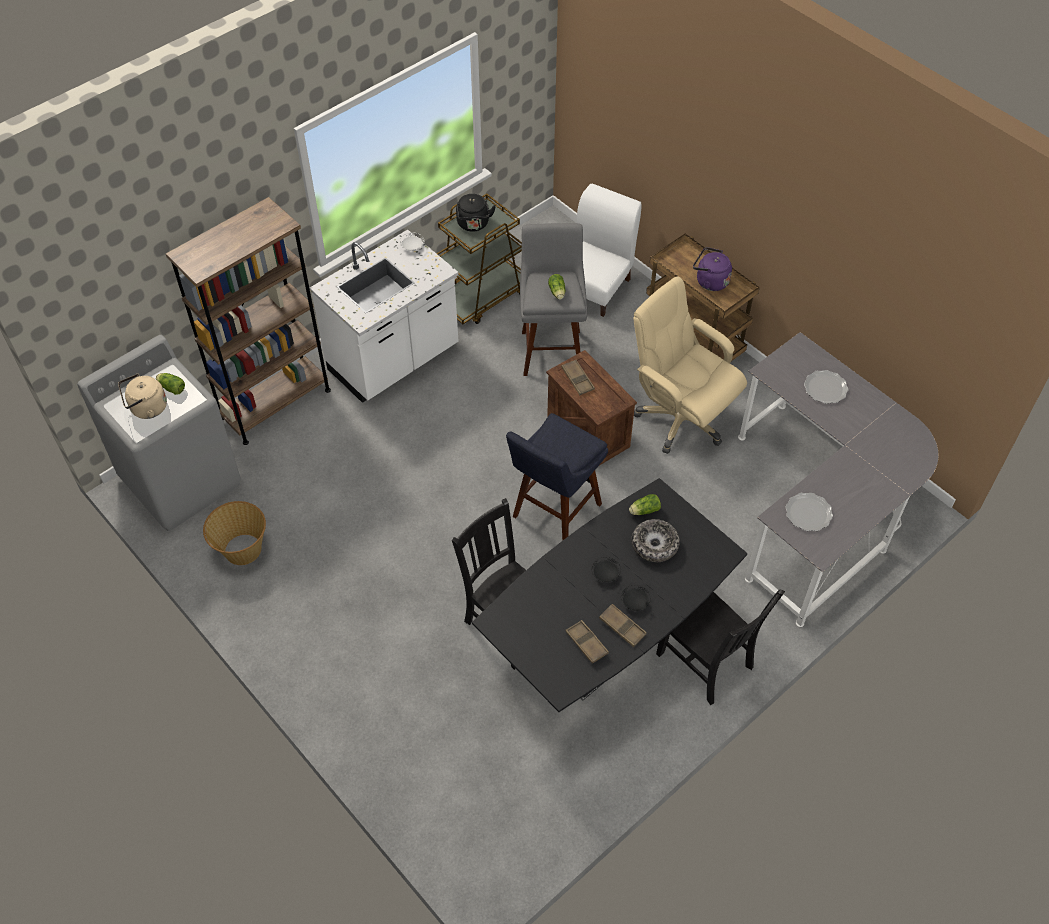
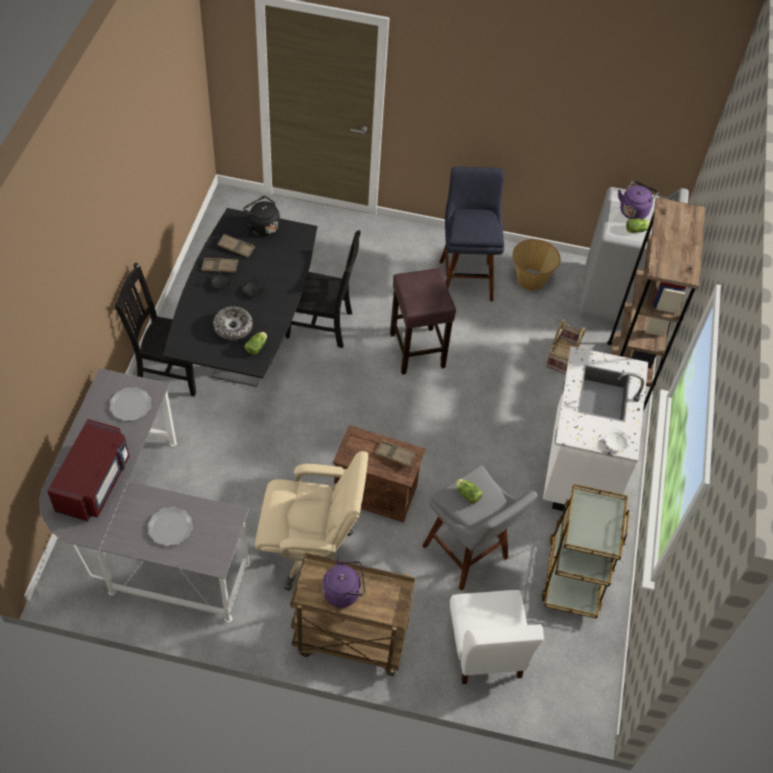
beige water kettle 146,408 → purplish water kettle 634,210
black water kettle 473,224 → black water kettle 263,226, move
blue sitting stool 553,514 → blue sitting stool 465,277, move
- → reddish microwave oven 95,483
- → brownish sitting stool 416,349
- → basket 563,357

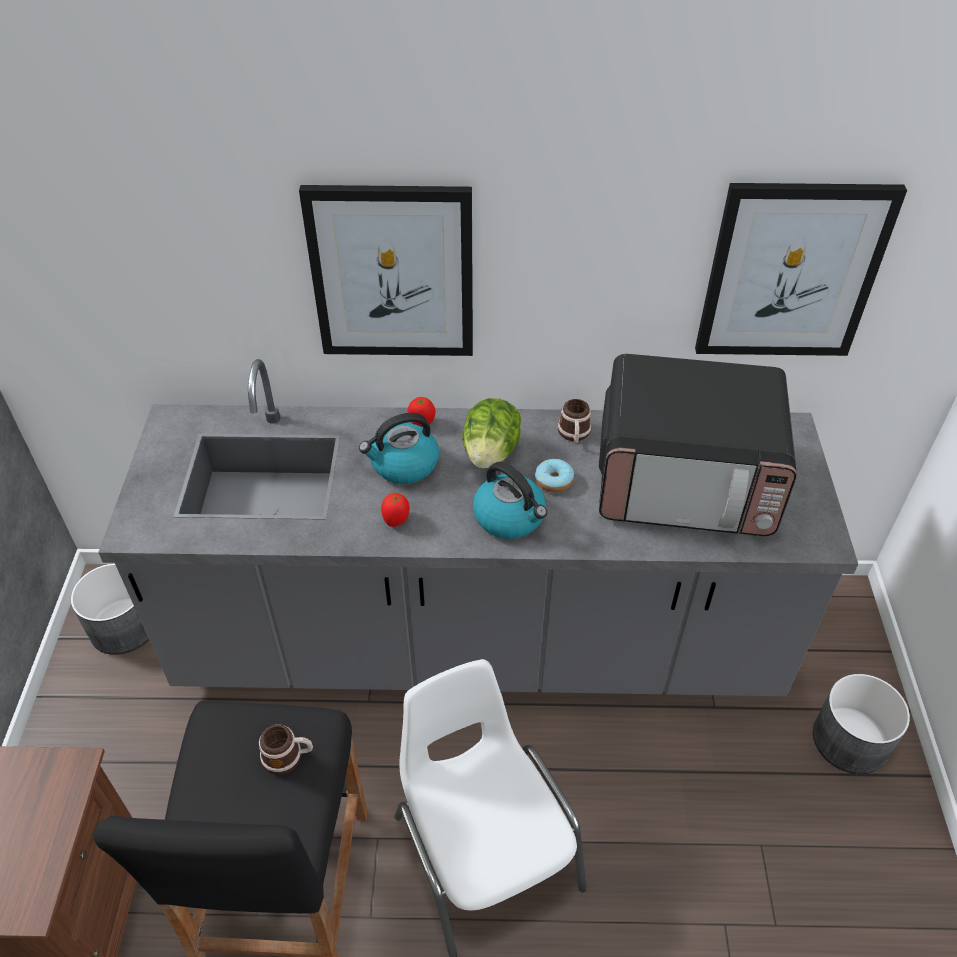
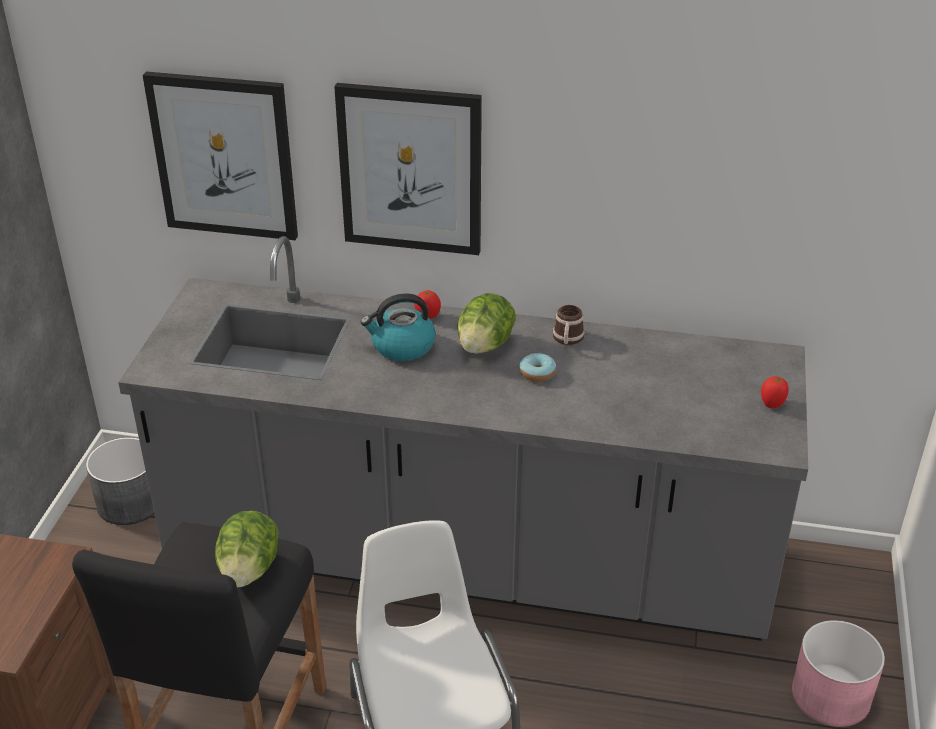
mug 288,756 → lettuce head 249,569
fresh tomato 396,520 → fresh tomato 772,404, move
water kettle 510,517 → -
microwave oven 686,480 → -
wall picture 791,272 → wall picture 224,156, move
greyish planter 849,739 → pinkish planter 830,695

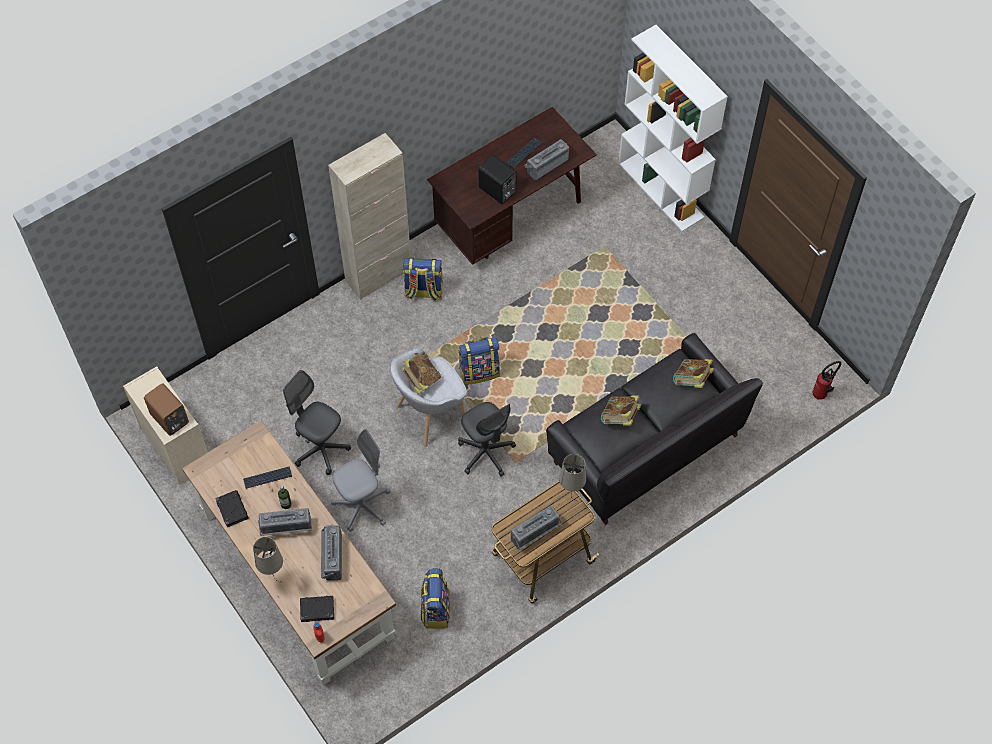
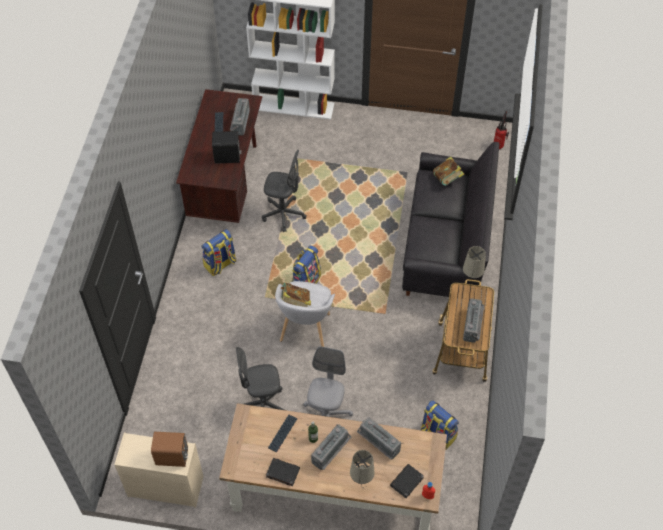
beige cupboard 378,275 → -
greyish computer chair 486,453 → greyish computer chair 283,214, move
volume 619,418 → -

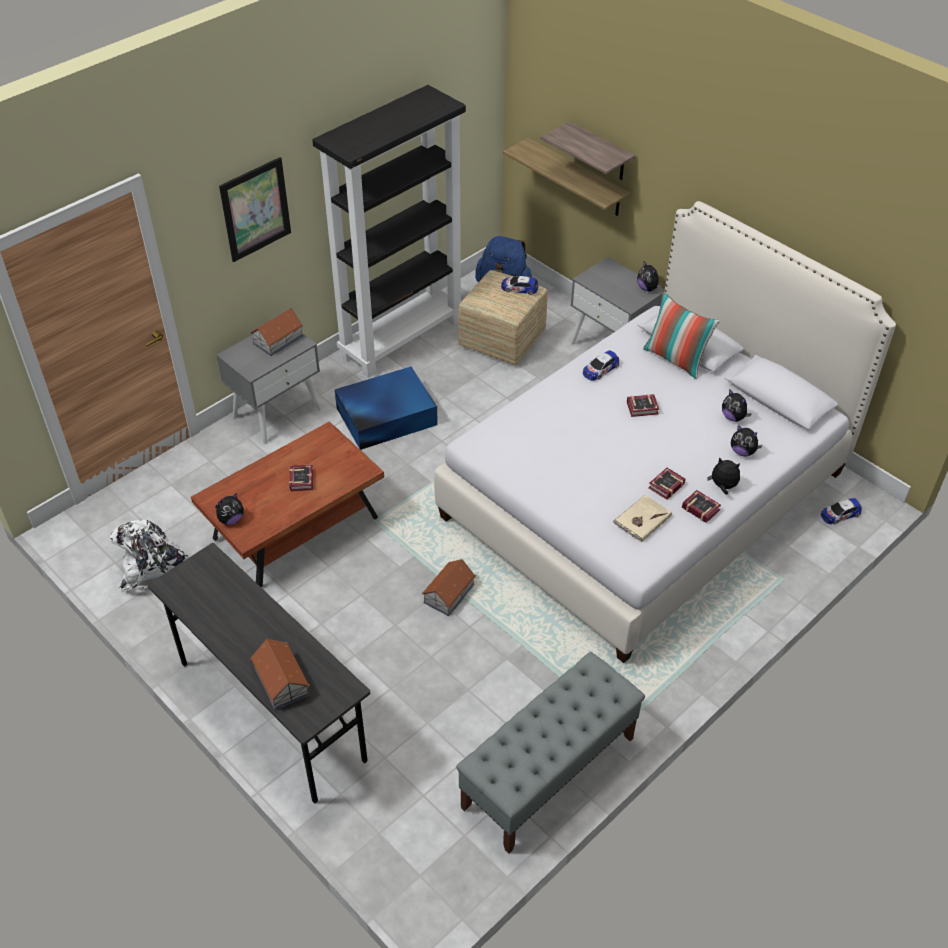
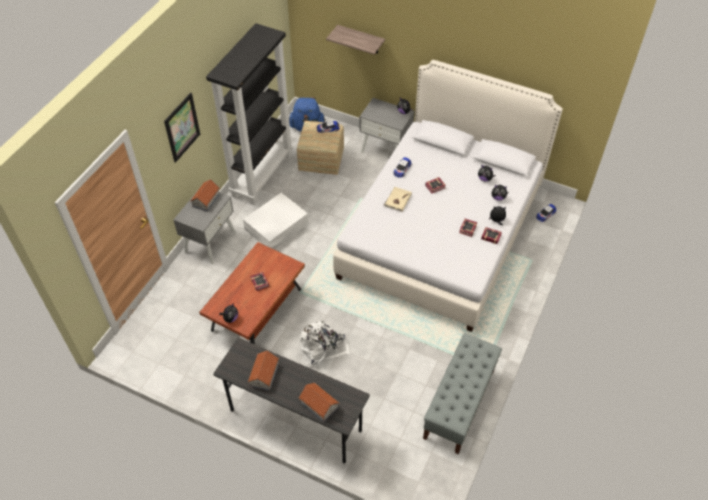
white-coloured rucksack 157,571 → white-coloured rucksack 322,348, move
blue storage box 385,416 → white-coloured storage box 275,226
model house 448,594 → model house 264,375, move
wall shelf 576,178 → -
beige volume 641,520 → beige volume 397,200, move
throw pillow 676,359 → -

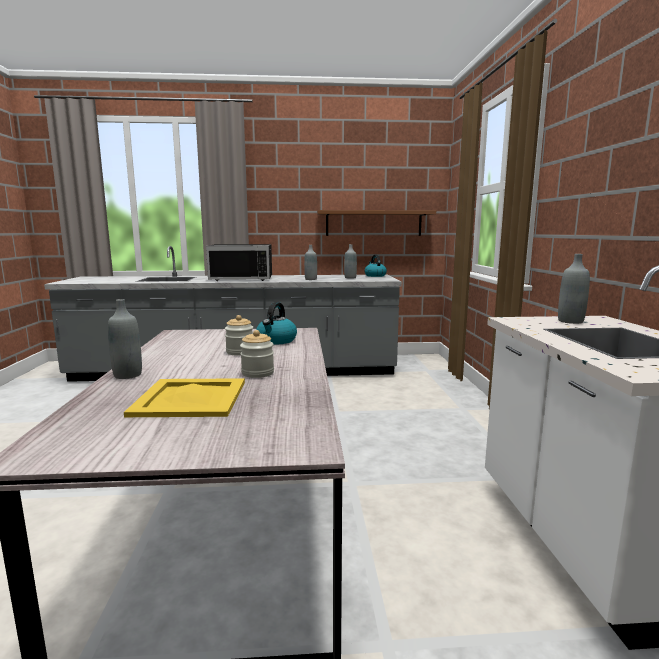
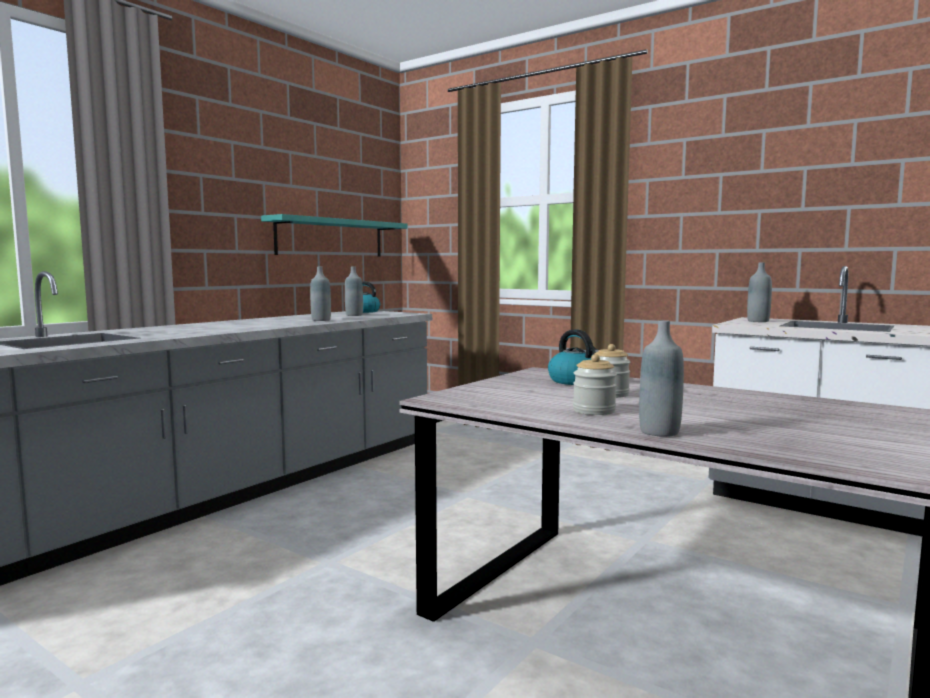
yellowish tray 191,398 → -
black microwave oven 243,278 → -
storage jar 257,373 → storage jar 594,411, move
brownish wall shelf 373,223 → blue-green wall shelf 331,238

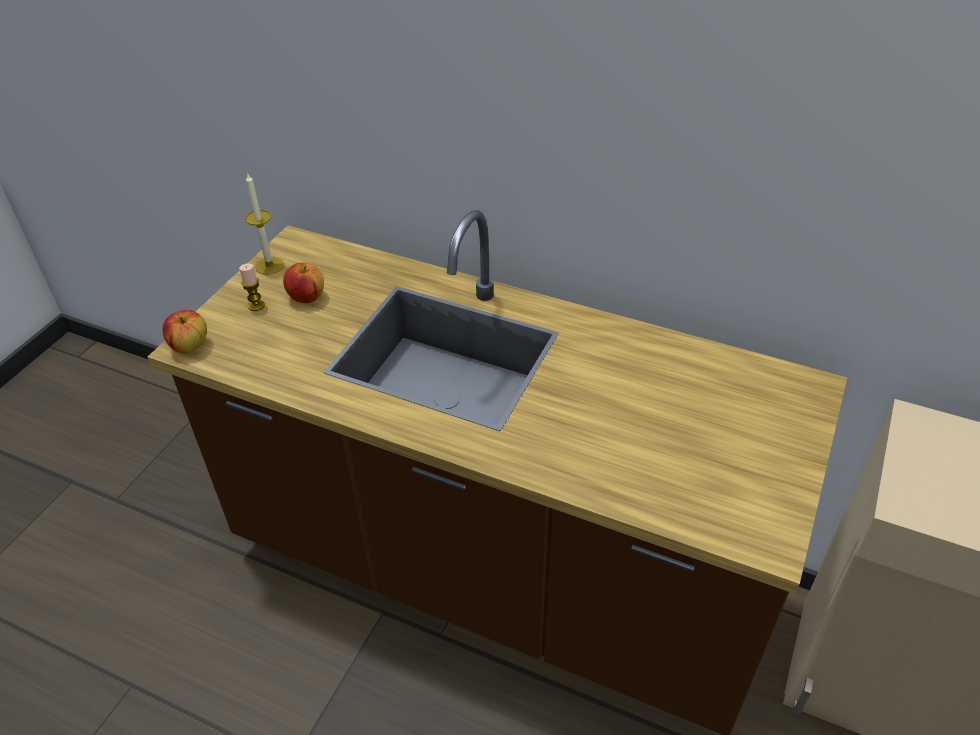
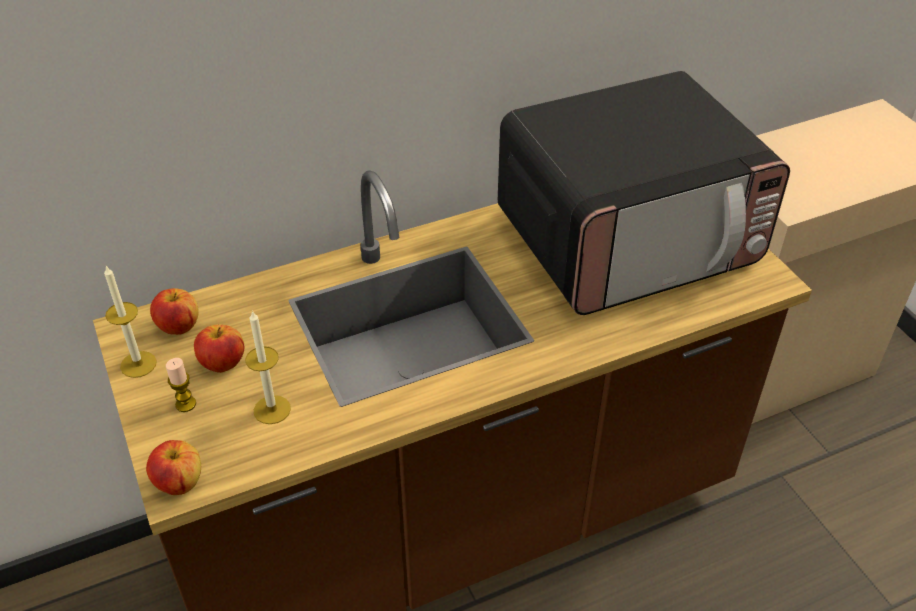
- → apple fruit 178,326
- → wax candle 272,409
- → microwave oven 628,240

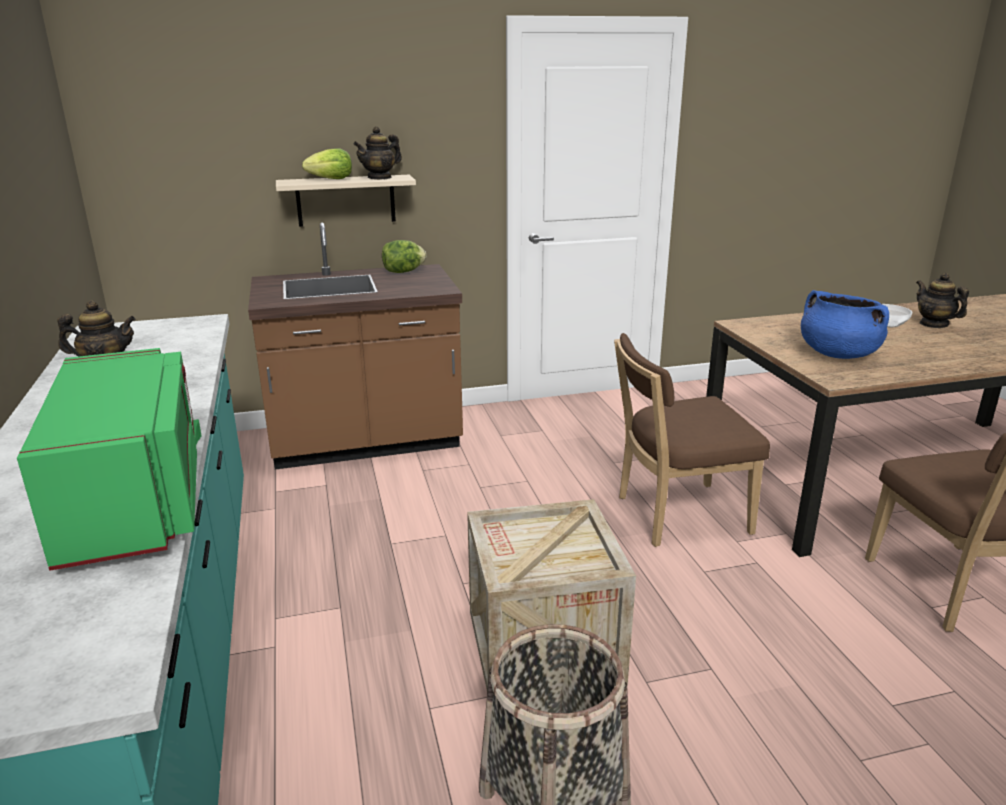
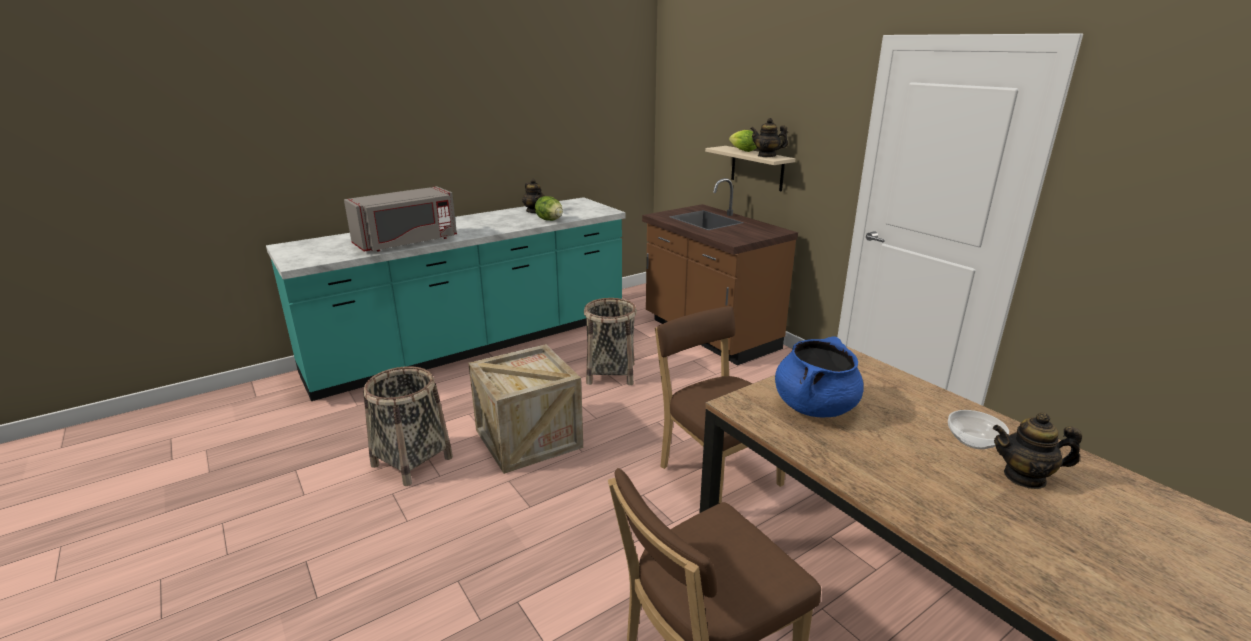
greenish microwave oven 135,501 → greyish microwave oven 407,243
lettuce head 403,272 → lettuce head 550,220, move
pot for tea 934,324 → pot for tea 1025,477, 120 degrees counterclockwise
- → basket 611,373

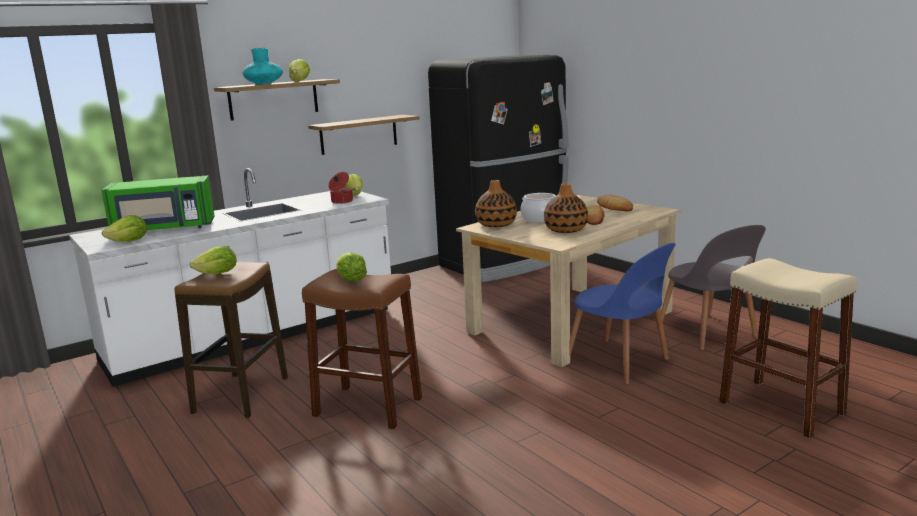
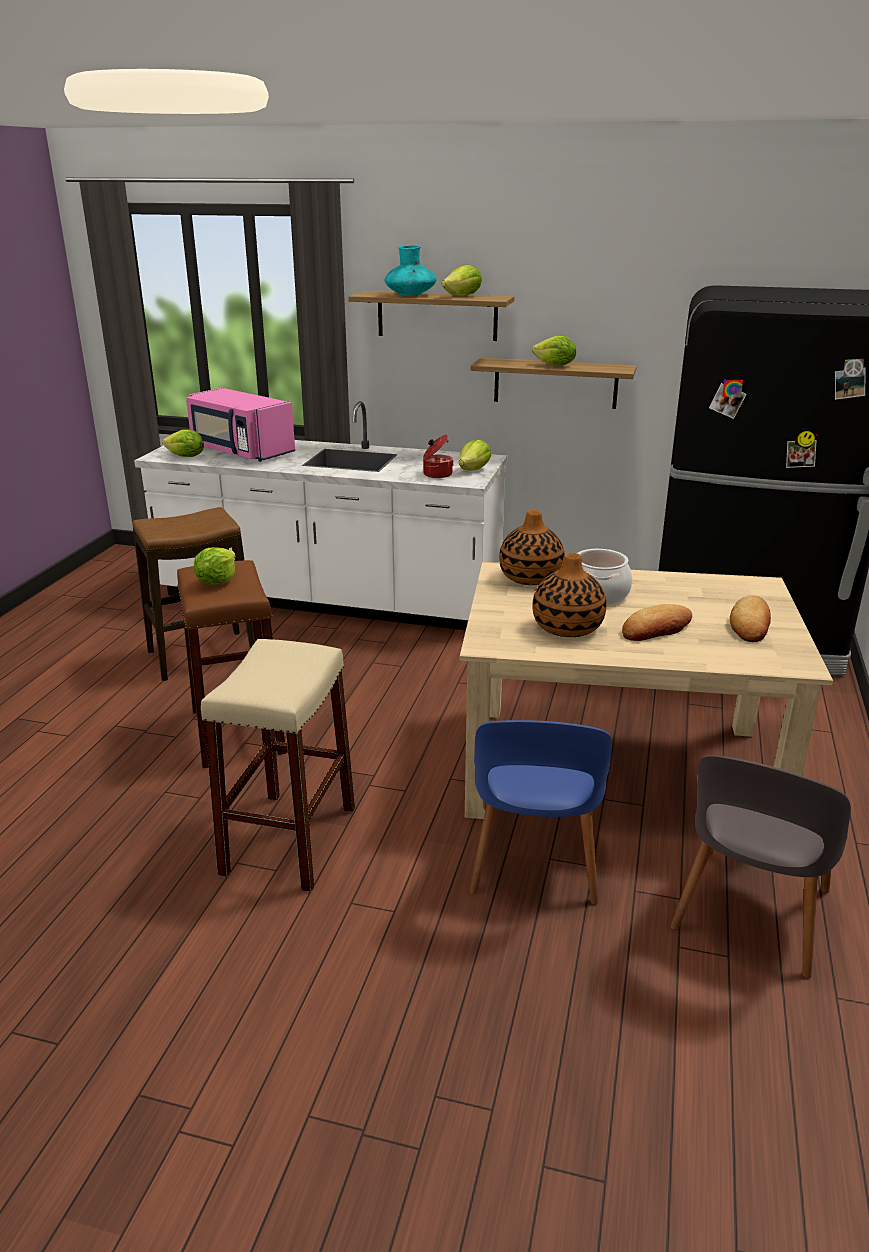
greenish microwave oven 164,229 → pinkish microwave oven 241,451
lettuce head 218,274 → lettuce head 555,365, move
beige sitting stool 780,408 → beige sitting stool 290,840, move

